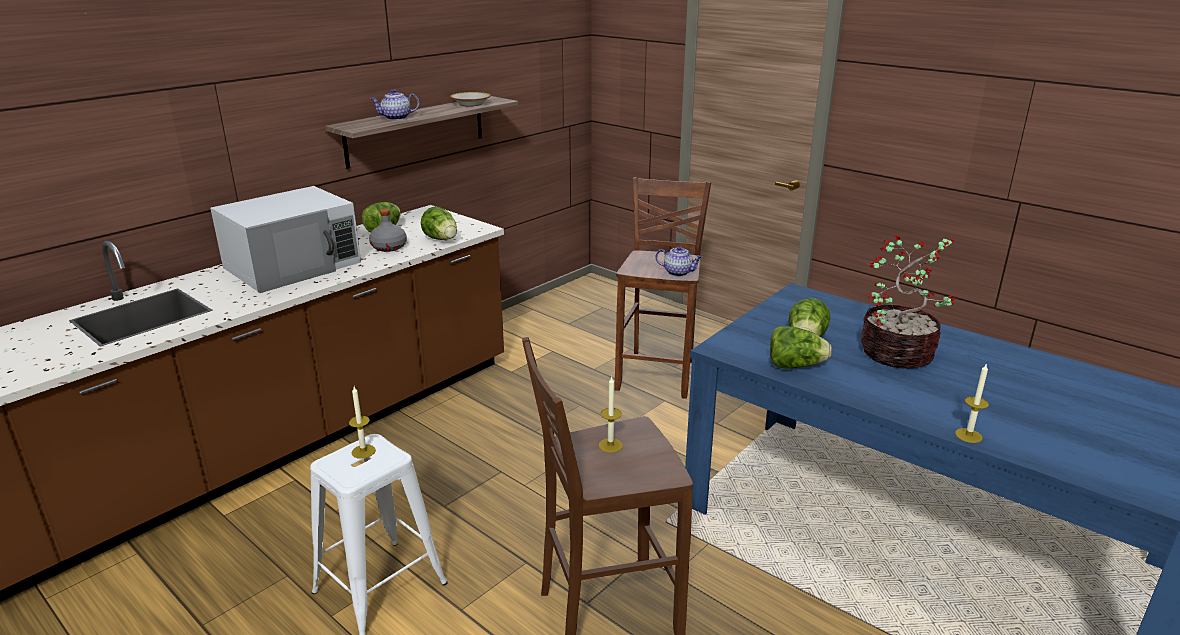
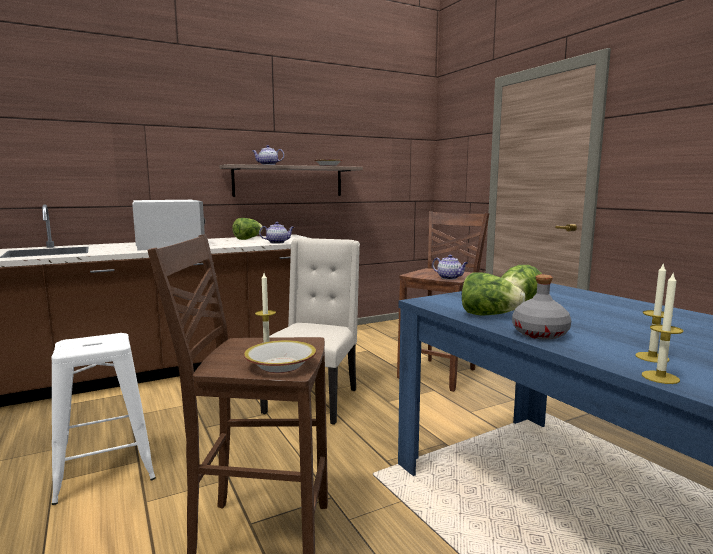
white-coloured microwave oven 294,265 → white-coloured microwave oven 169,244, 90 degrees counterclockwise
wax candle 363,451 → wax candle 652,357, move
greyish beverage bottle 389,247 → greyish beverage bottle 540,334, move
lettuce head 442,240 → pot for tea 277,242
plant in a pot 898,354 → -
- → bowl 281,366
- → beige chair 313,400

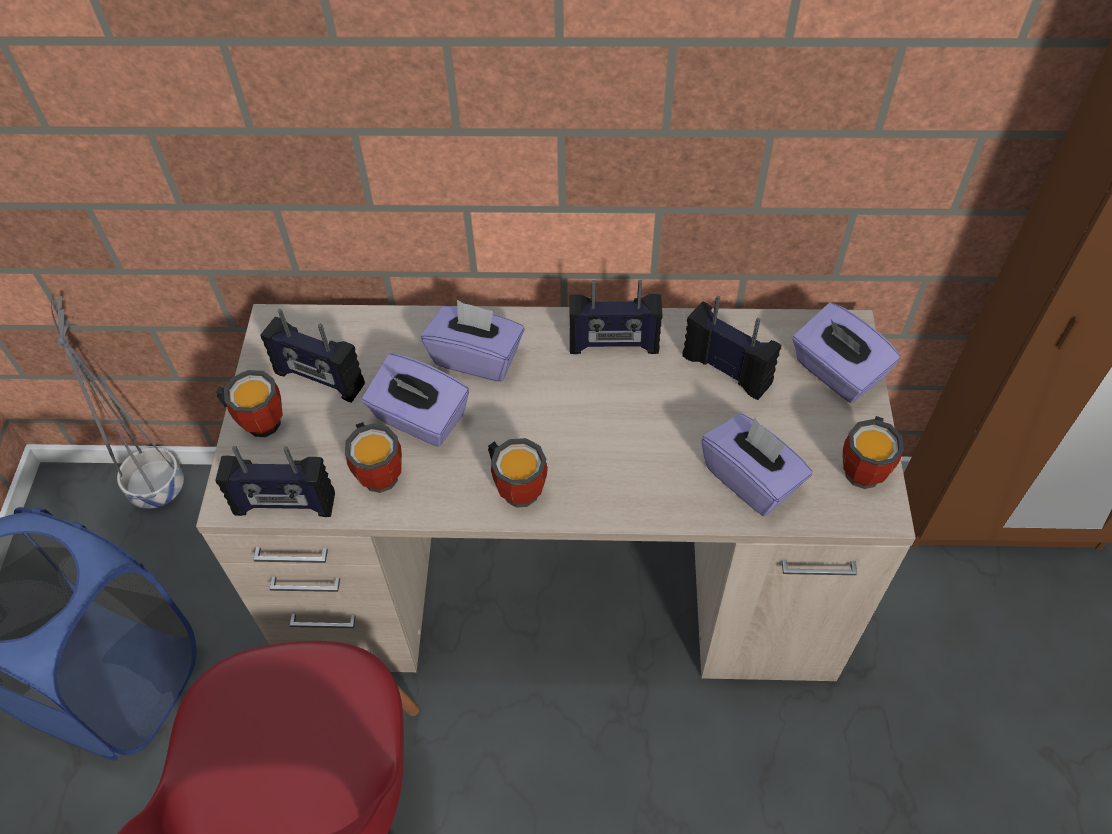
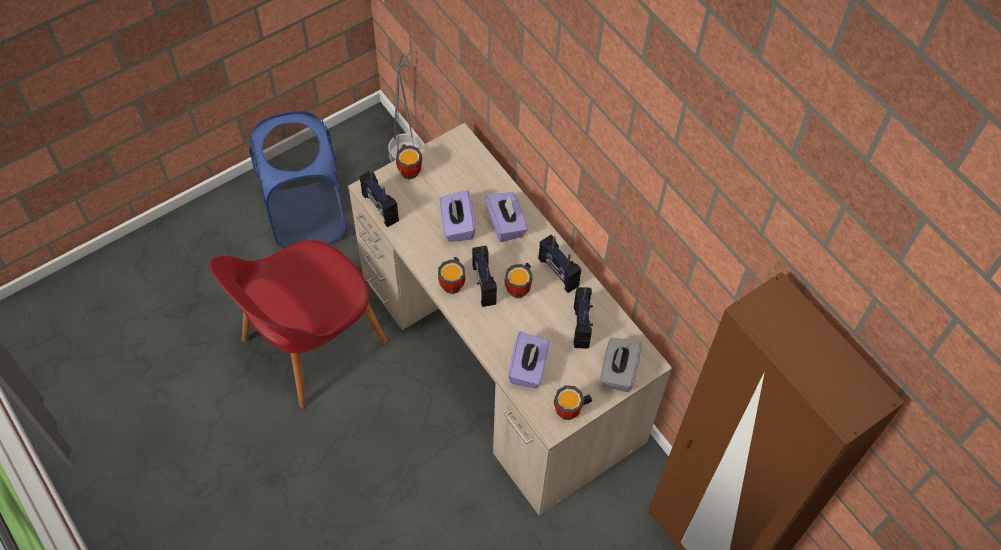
radio receiver 319,379 → radio receiver 483,284, move
mug 380,470 → mug 520,288, move
purplish box of tissues 836,372 → greyish box of tissues 618,371

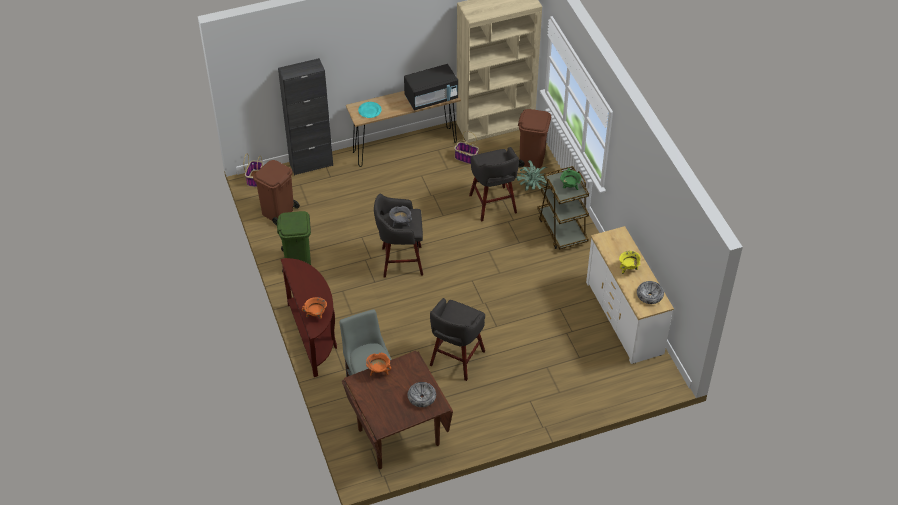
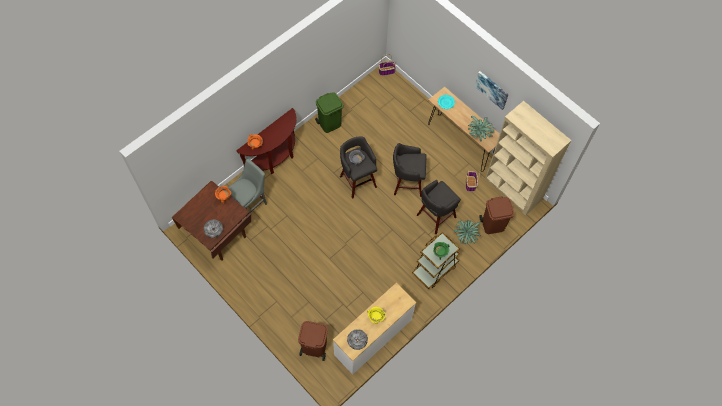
brownish trash can 278,212 → brownish trash can 314,347, move
black cupboard 311,164 → -
black microwave oven 431,98 → plant in a pot 479,134
greyish sitting stool 456,359 → greyish sitting stool 407,183, move
- → wall picture 492,89

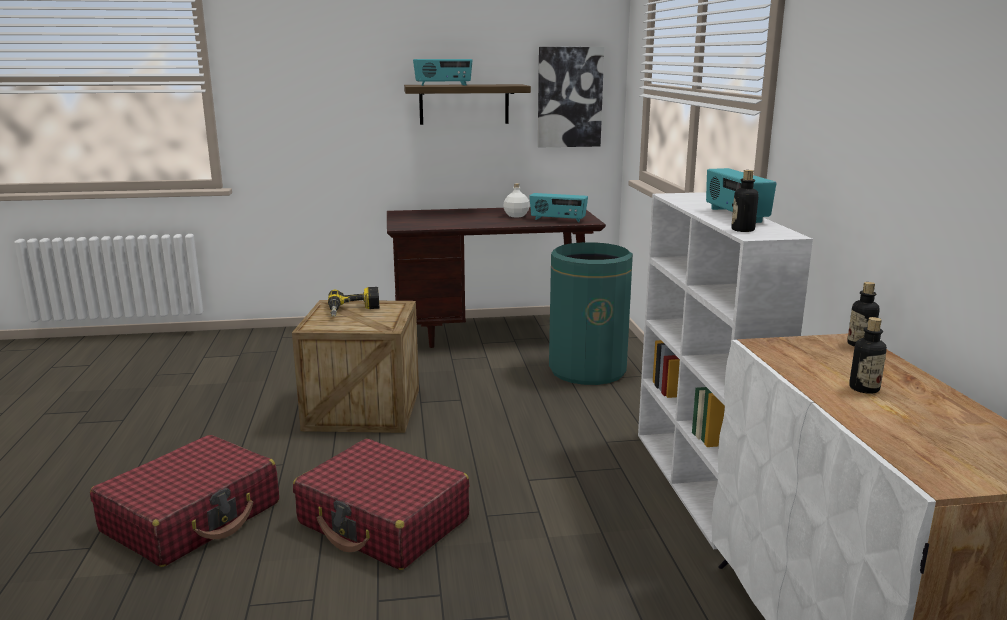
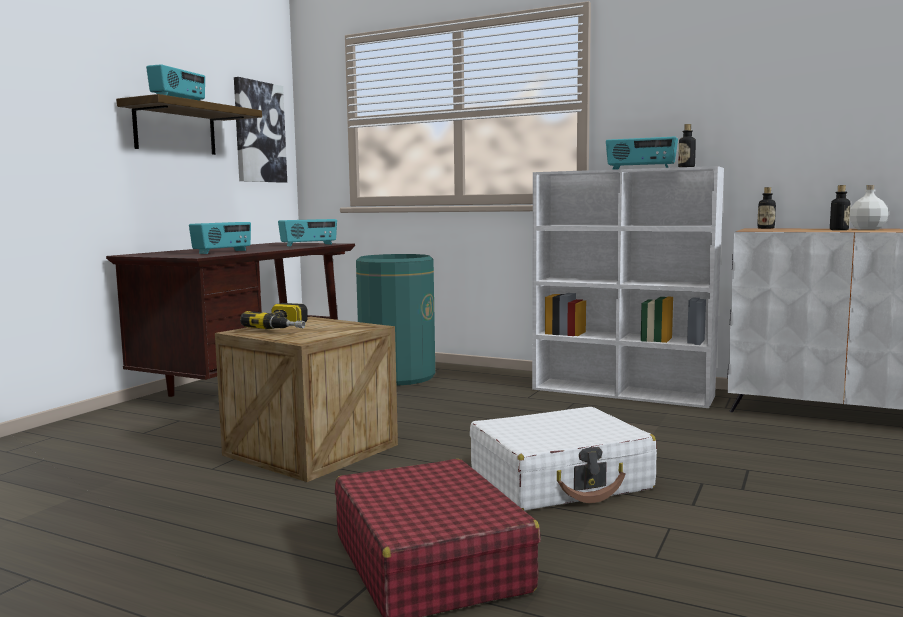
reddish travel case 384,521 → white-coloured travel case 561,480
white-coloured beverage bottle 516,216 → white-coloured beverage bottle 866,229, move
- → radio receiver 223,252

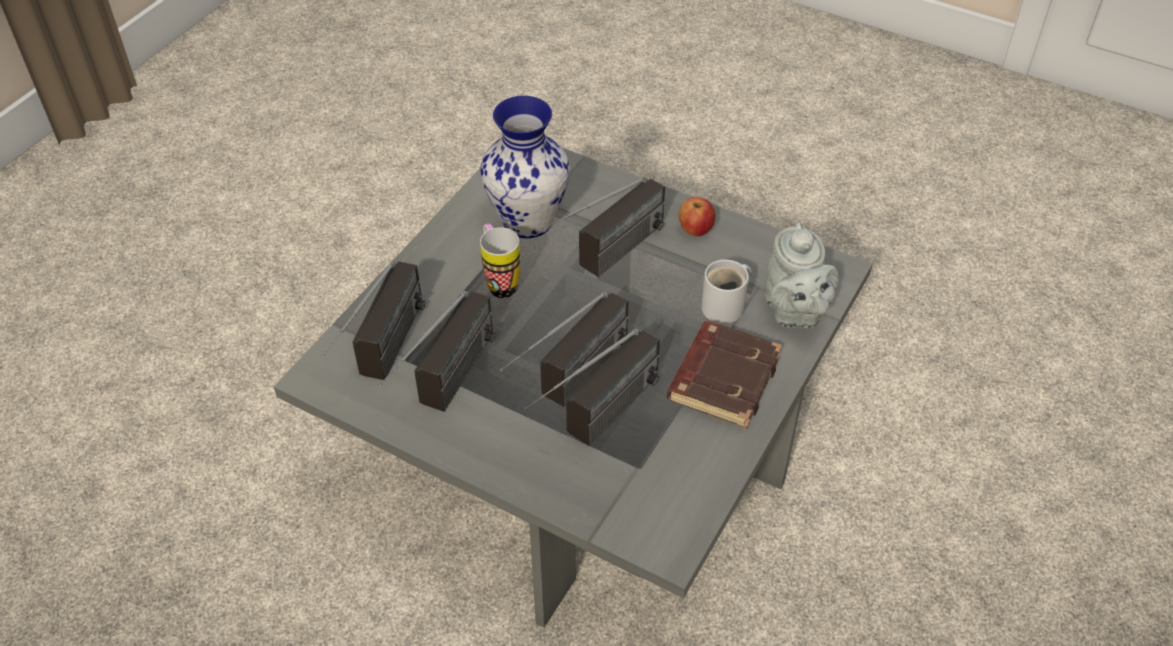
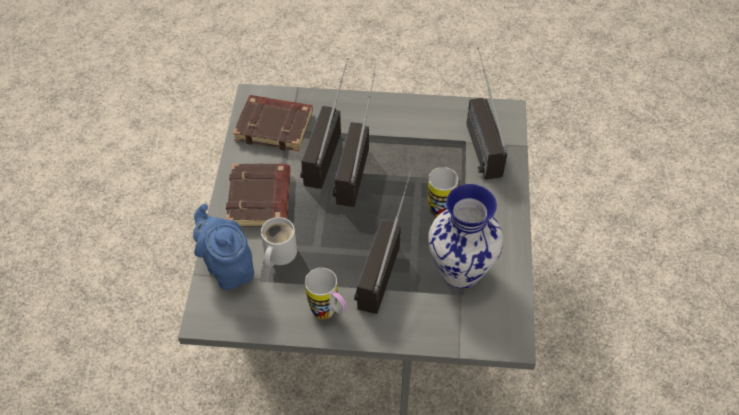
radio receiver 446,390 → -
apple fruit 695,230 → mug 329,314
greyish pot for tea 794,312 → blue pot for tea 228,267
- → brownish volume 275,126

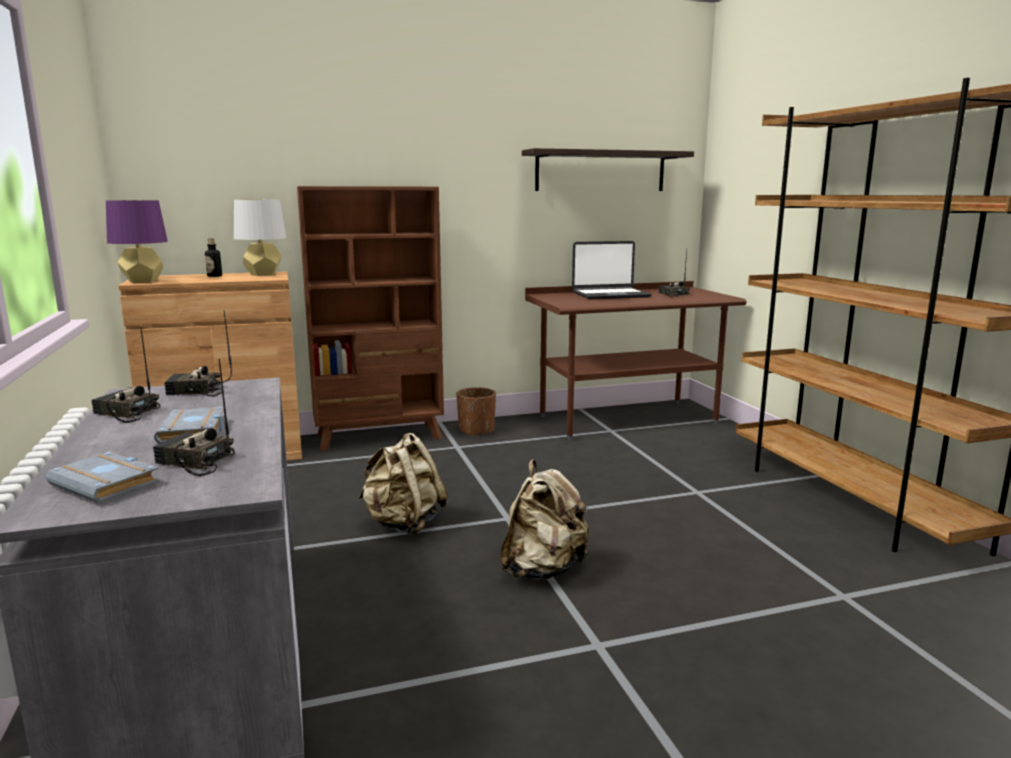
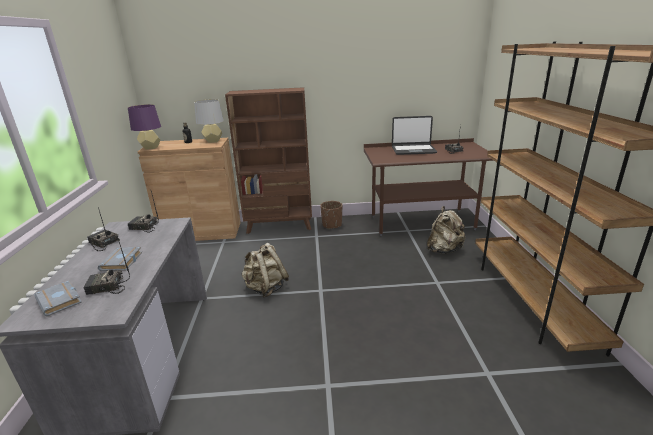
radio receiver 194,462 → radio receiver 106,288, 45 degrees counterclockwise
beige rucksack 543,569 → beige rucksack 444,250, move
wall shelf 600,171 → -

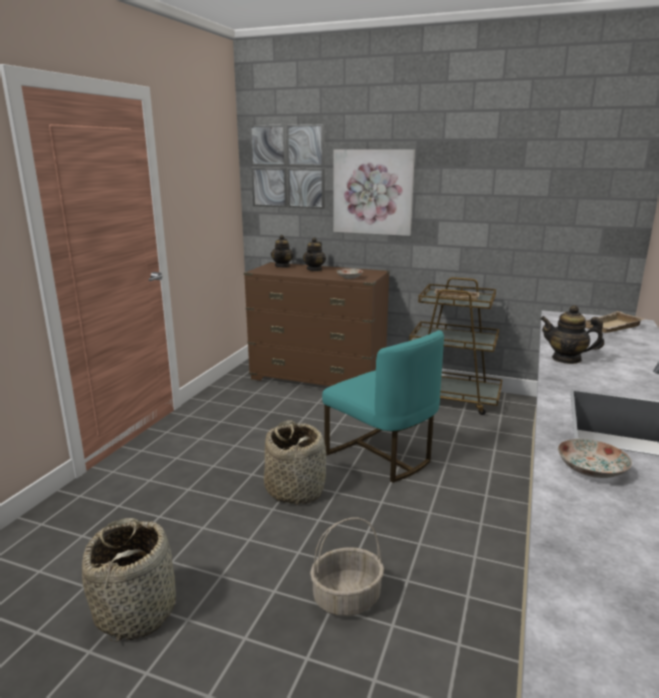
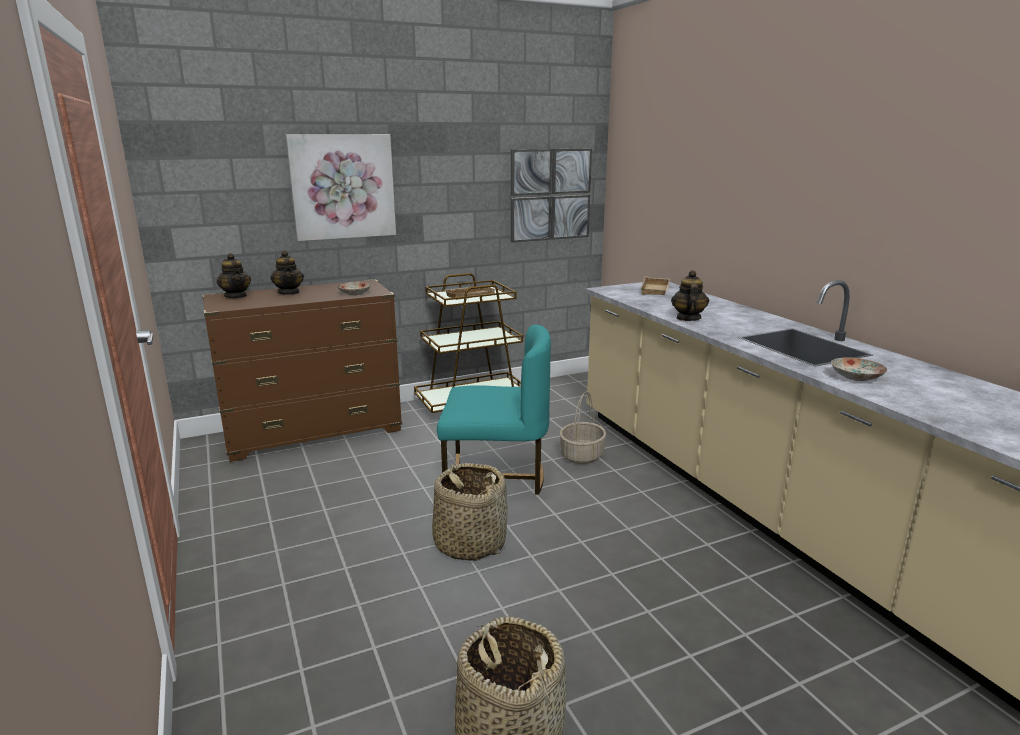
wall picture 288,166 → wall picture 550,195, move
basket 346,599 → basket 582,456, move
pot for tea 566,359 → pot for tea 688,318, 120 degrees clockwise

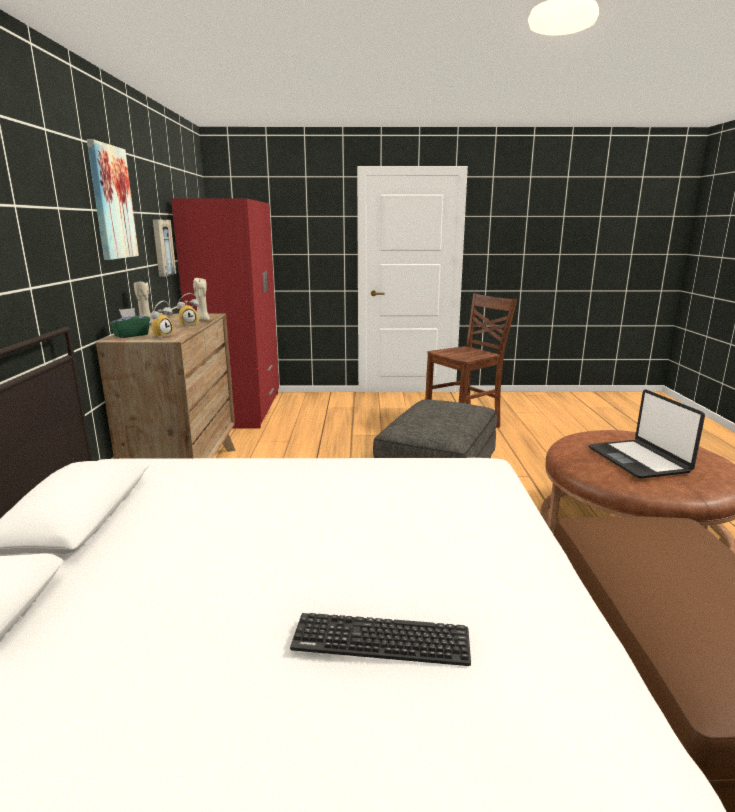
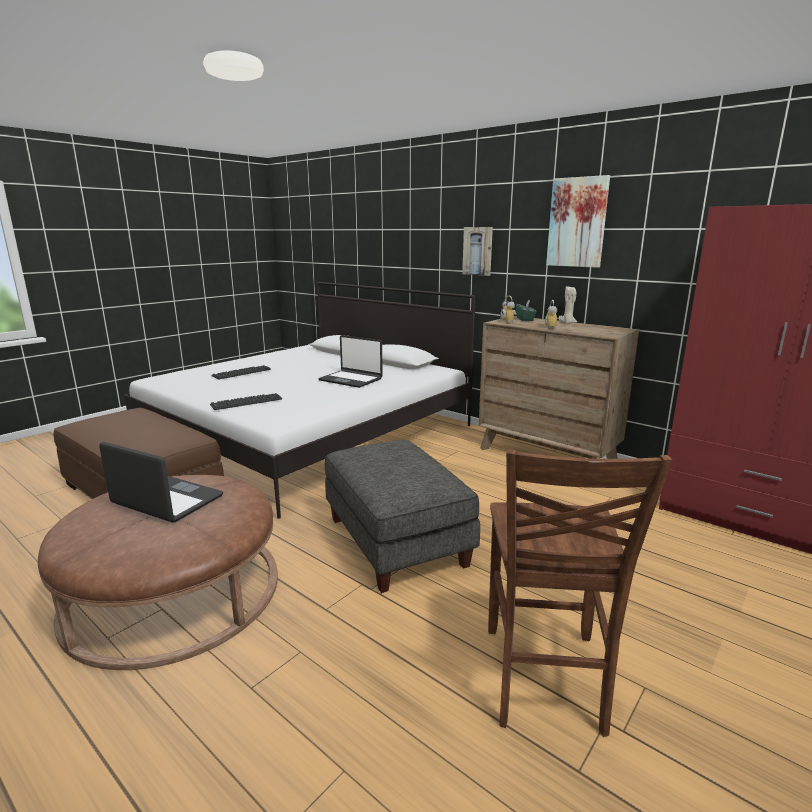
wall picture 162,247 → wall picture 478,251, move
beige wax candle 202,320 → -
- → computer keyboard 246,402
- → laptop 351,379

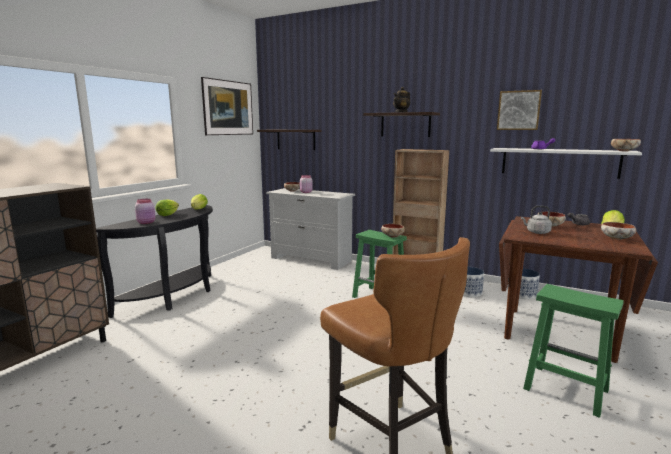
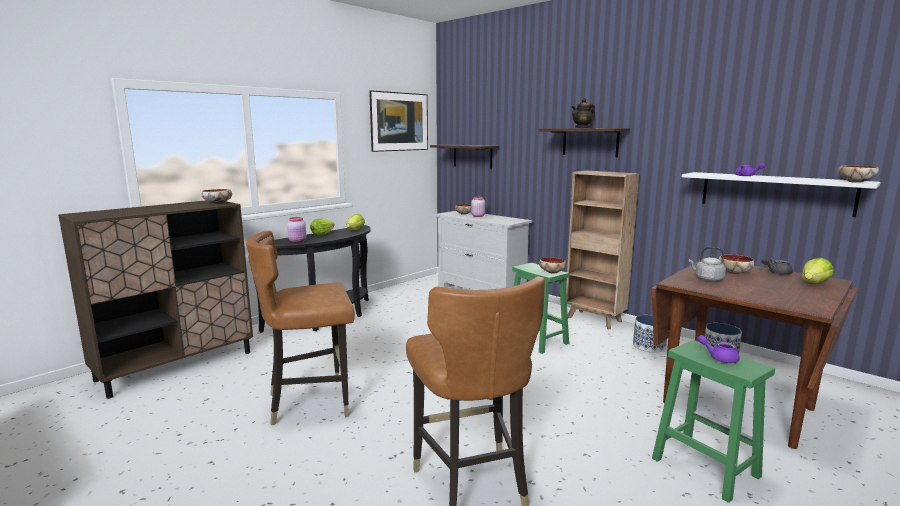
wall picture 519,110 → -
bowl 617,238 → bowl 217,203, move
- → brownish chair 311,402
- → purplish pot for tea 719,358

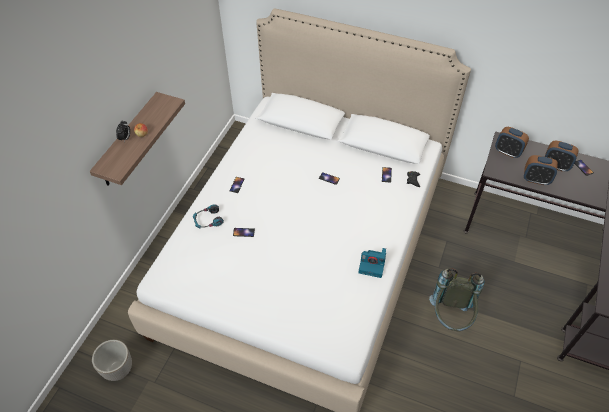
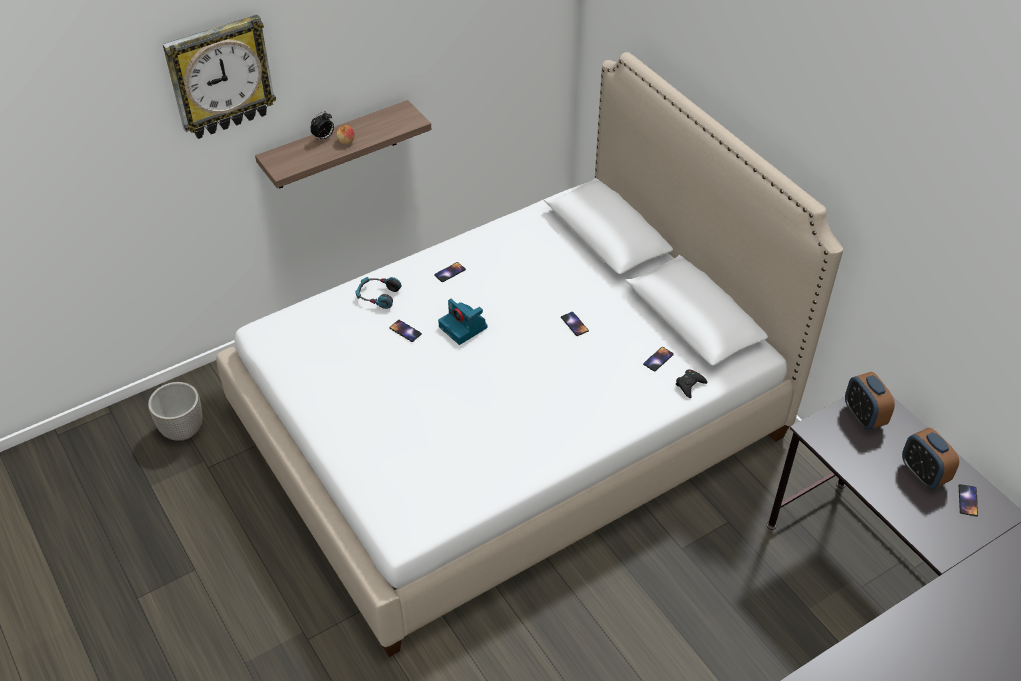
photo camera 373,265 → photo camera 464,327, move
greyish rucksack 450,318 → -
bedside clock 536,179 → -
- → wall clock 220,77

